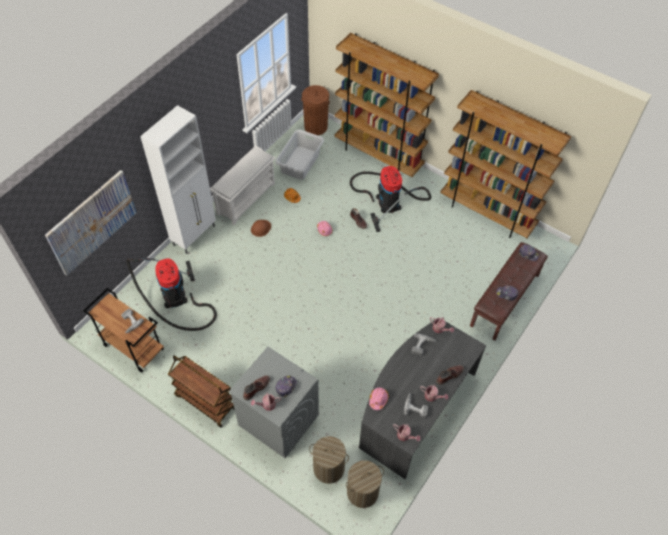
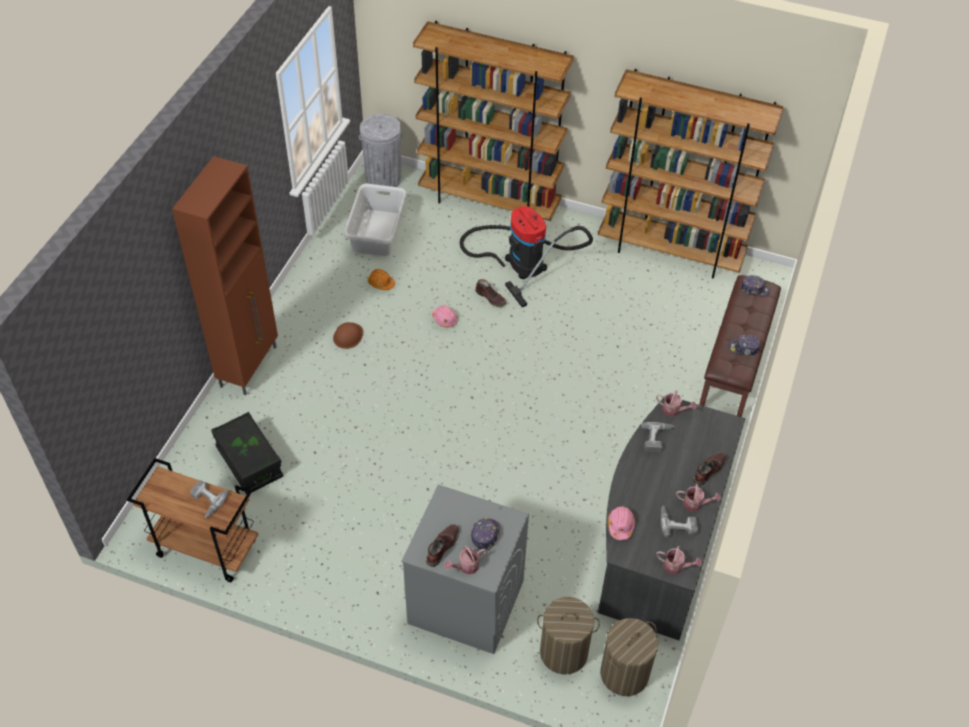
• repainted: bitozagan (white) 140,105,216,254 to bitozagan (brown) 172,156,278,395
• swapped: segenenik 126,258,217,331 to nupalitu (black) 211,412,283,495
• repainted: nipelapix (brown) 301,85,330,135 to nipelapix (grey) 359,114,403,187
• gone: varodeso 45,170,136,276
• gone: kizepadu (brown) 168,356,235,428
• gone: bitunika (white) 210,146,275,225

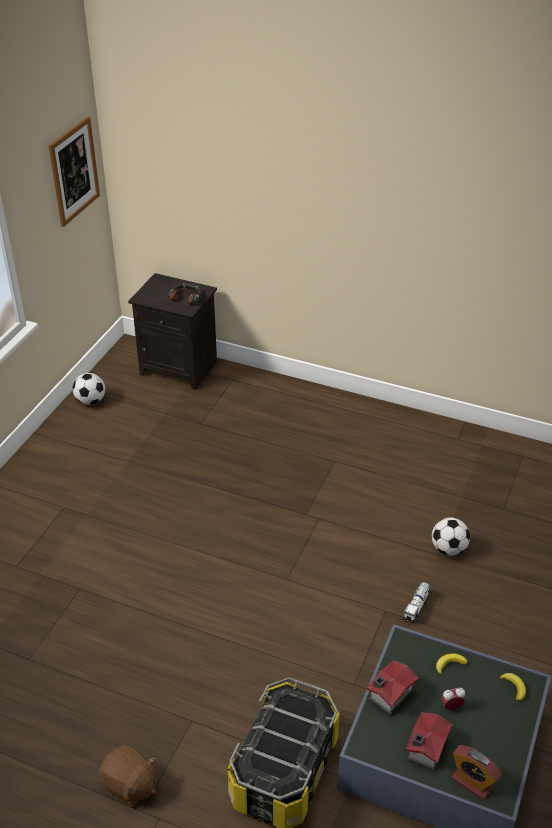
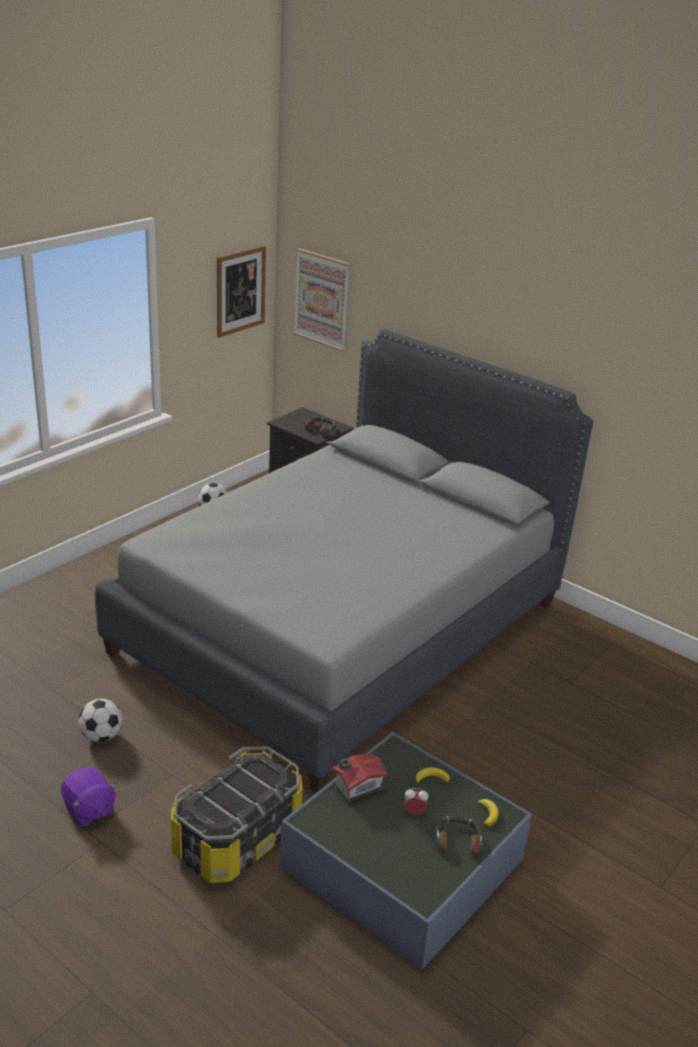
• repainted: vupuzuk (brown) 98,745,157,808 to vupuzuk (purple) 61,767,117,826
• shifted: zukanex 432,517,470,556 to 79,699,122,742
• new: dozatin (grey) 95,329,593,792
• new: varodeso 294,248,350,352
• new: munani 435,815,483,855
• gone: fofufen 404,581,430,623
• gone: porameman 406,712,453,770
• gone: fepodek 452,745,502,800

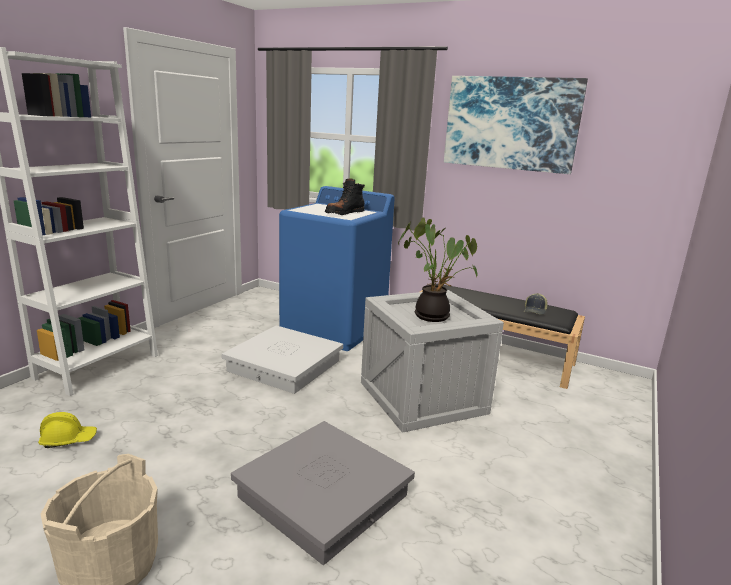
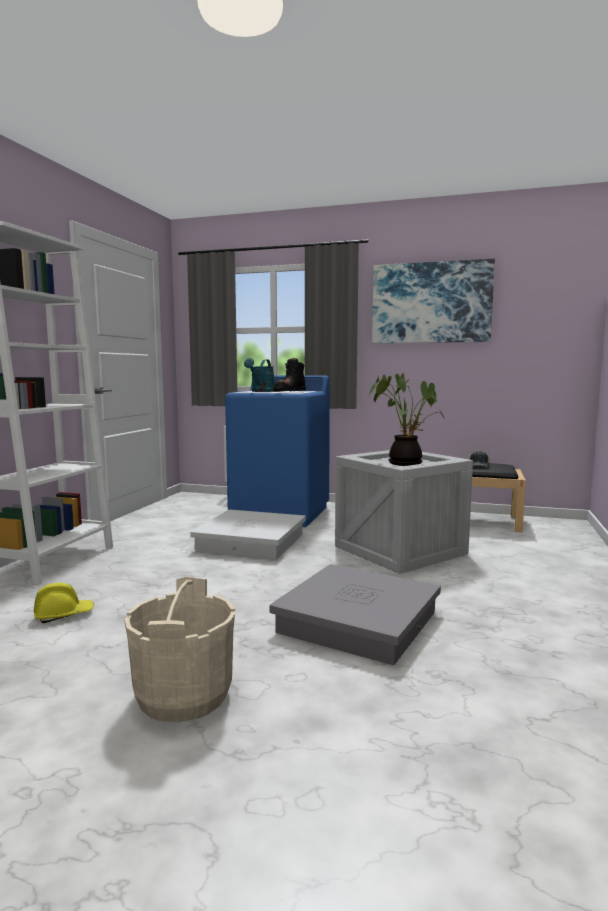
• new: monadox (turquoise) 244,358,275,392

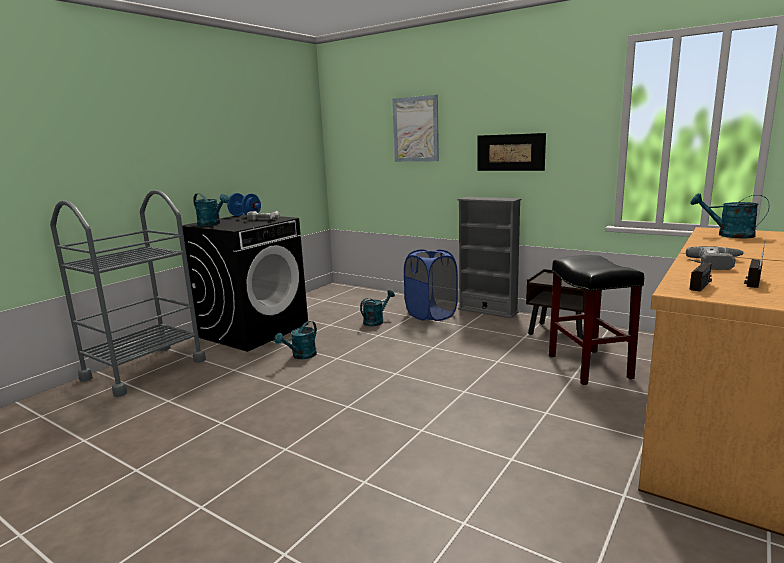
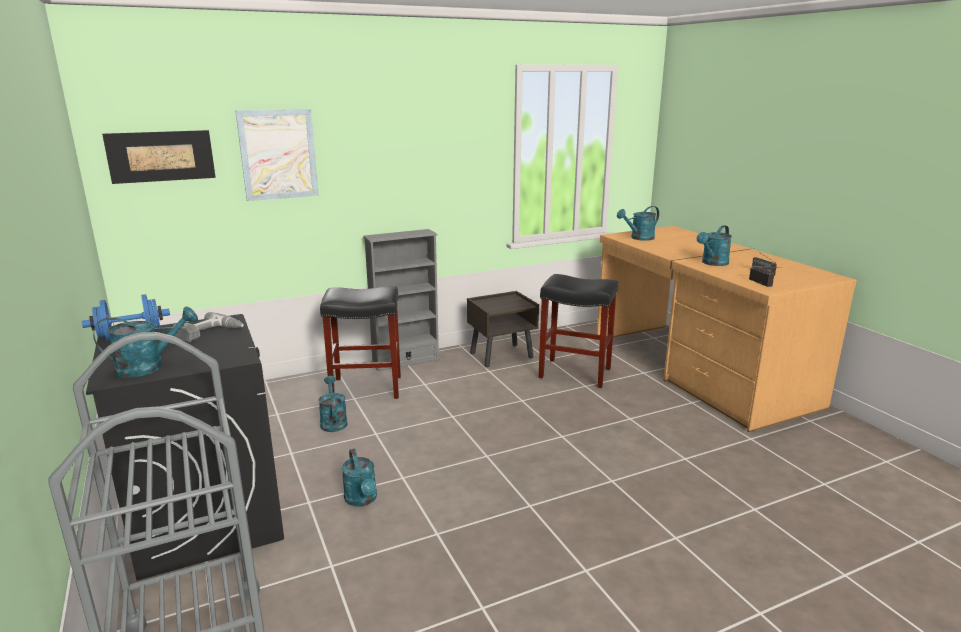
• shifted: varodeso 477,133,546,171 to 102,130,216,184
• swapped: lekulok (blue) 404,249,458,321 to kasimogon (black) 320,286,401,399
• swapped: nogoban 686,246,744,270 to monadox (turquoise) 697,225,732,266

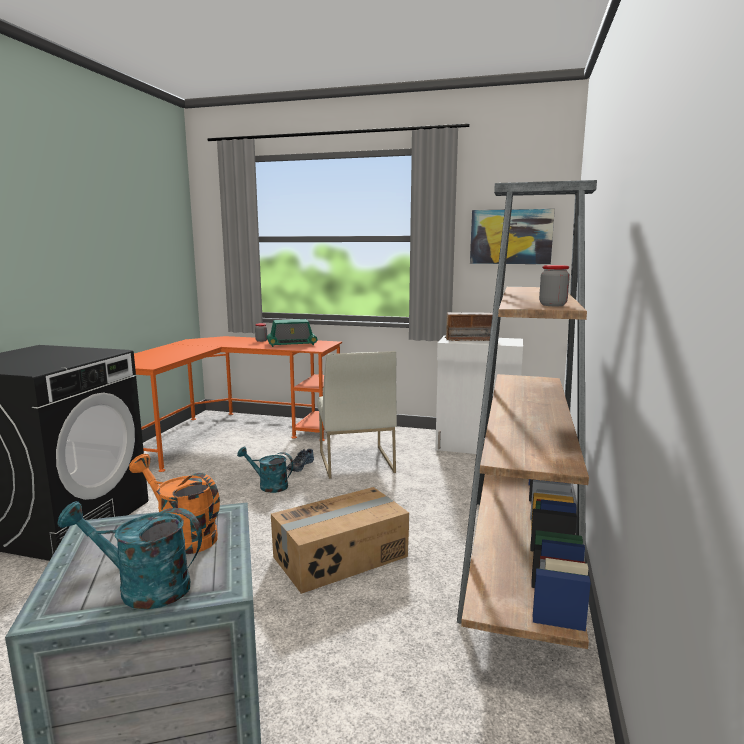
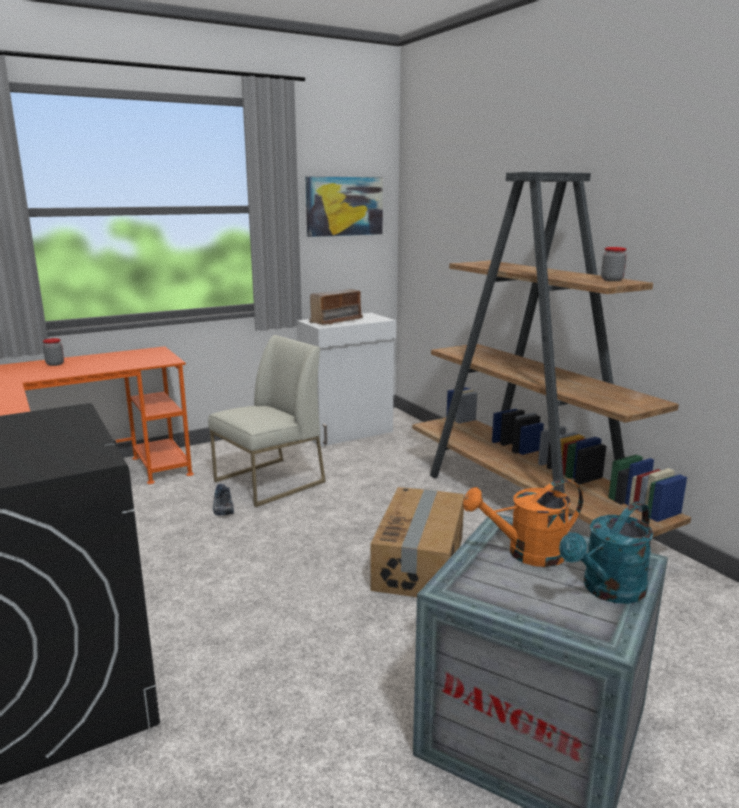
• rotated: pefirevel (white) 317,351,397,479 = 208,335,326,507 75 degrees counterclockwise
• gone: monadox (turquoise) 237,447,293,493
• gone: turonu 267,319,317,347

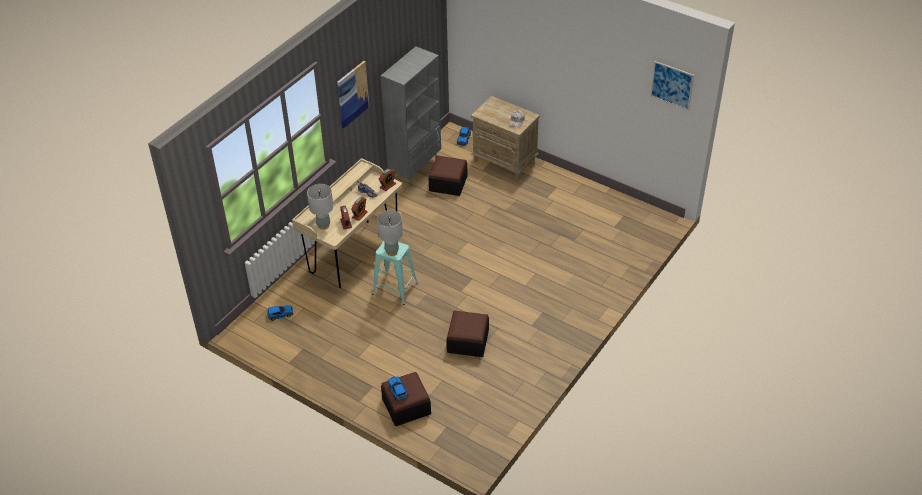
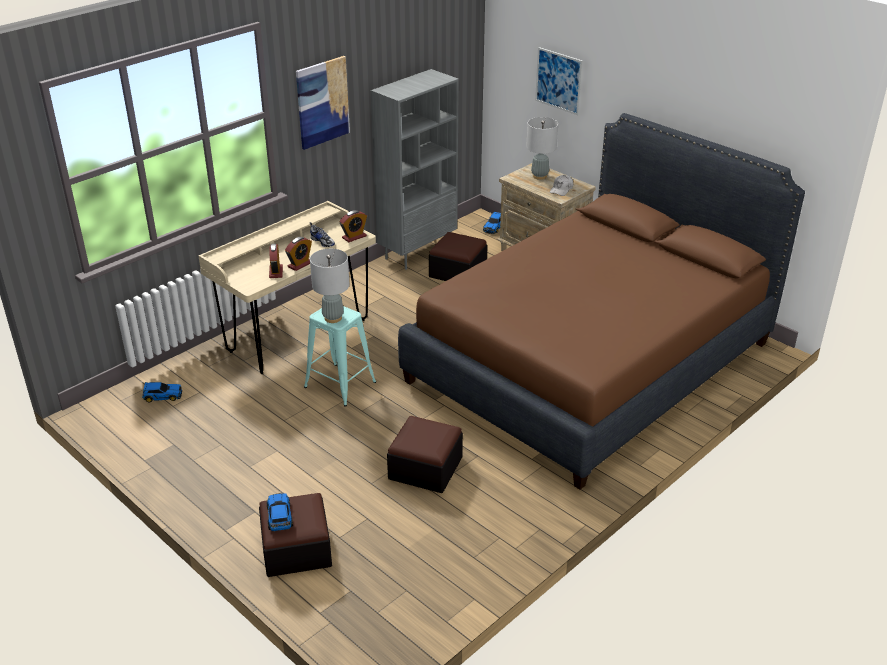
• new: dozatin (brown) 398,113,805,490
• shifted: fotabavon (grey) 307,184,333,230 to 526,117,558,180
• shifted: varodeso 650,61,694,110 to 535,47,583,115

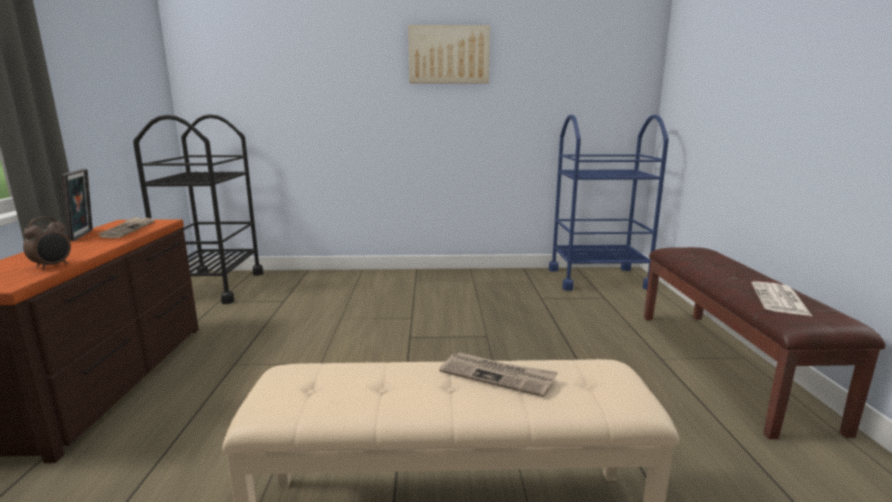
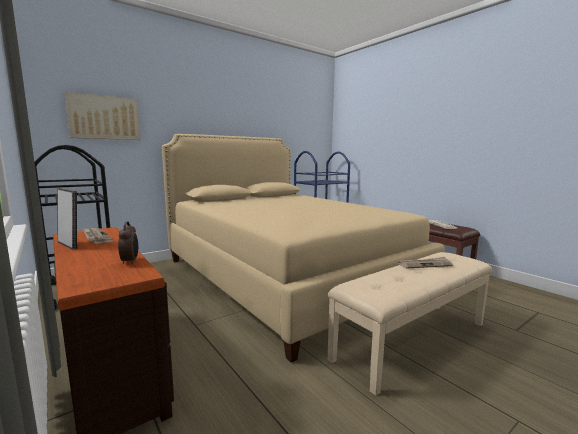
• shifted: varodeso 408,25,490,83 to 65,92,140,140
• new: dozatin (beige) 162,134,445,363

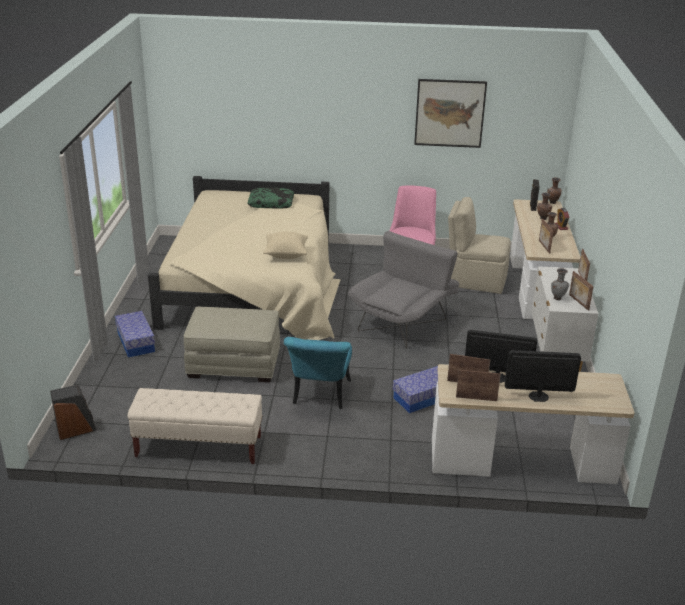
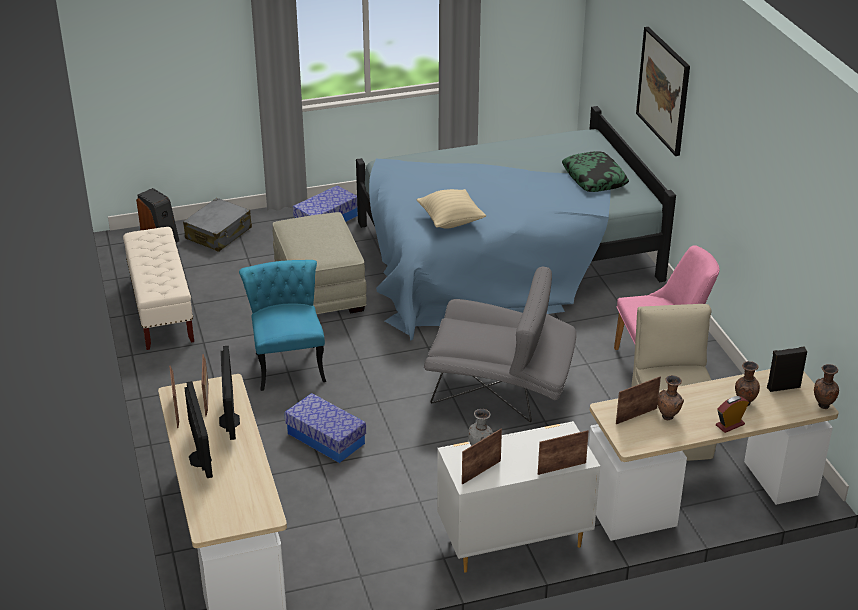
• new: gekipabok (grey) 183,198,252,252
• rotated: pefirevel (turquoise) 284,337,352,409 = 239,260,326,391 90 degrees clockwise
• repainted: dozatin (beige) 148,176,341,340 to dozatin (blue) 356,106,676,341
• shifted: varodeso 414,79,487,148 to 636,27,690,156

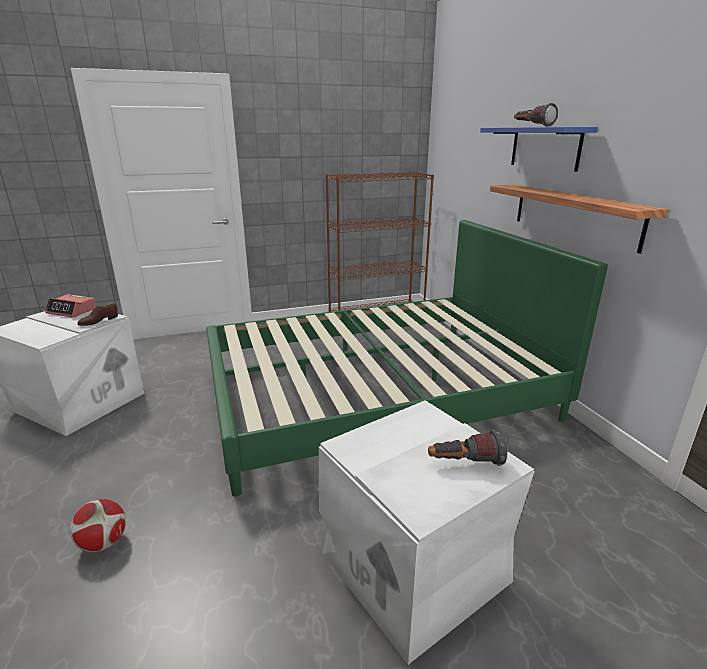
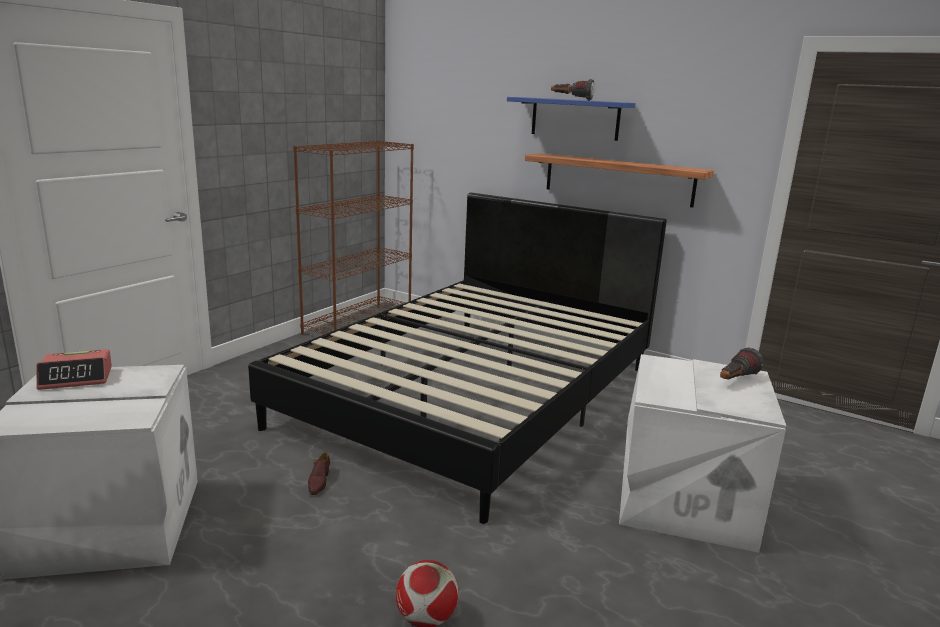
• repainted: dozatin (green) 206,220,608,497 to dozatin (black) 248,193,667,524
• shifted: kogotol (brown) 77,303,118,326 to 308,452,330,495

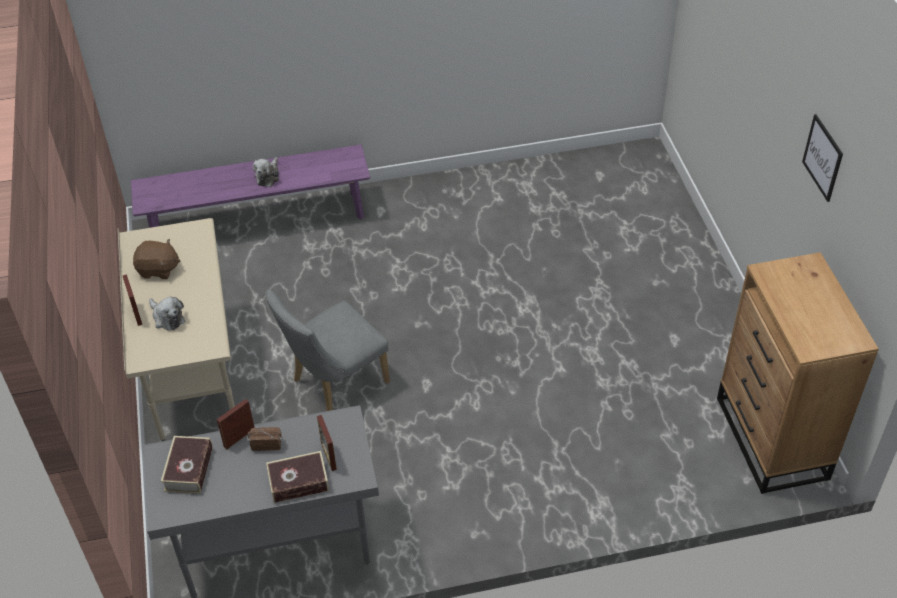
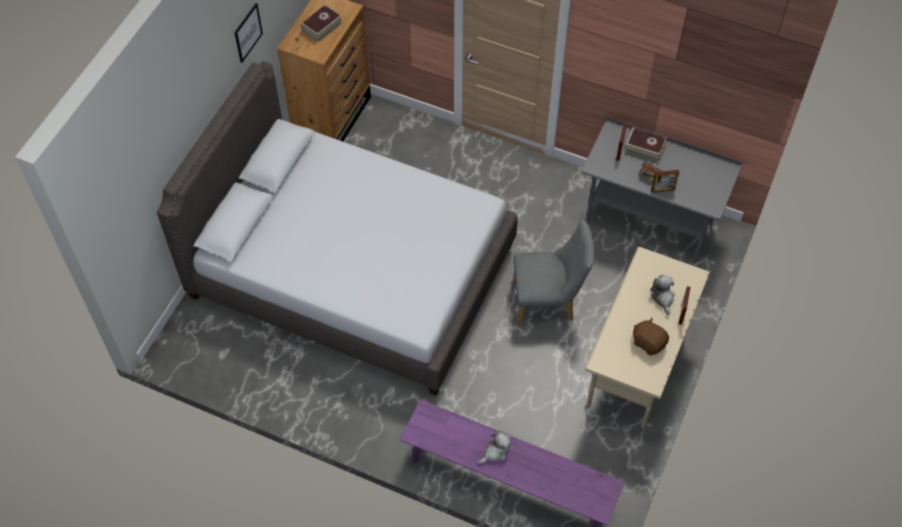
• new: dozatin (grey) 157,61,518,396
• shifted: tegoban 161,436,213,494 to 301,4,343,42

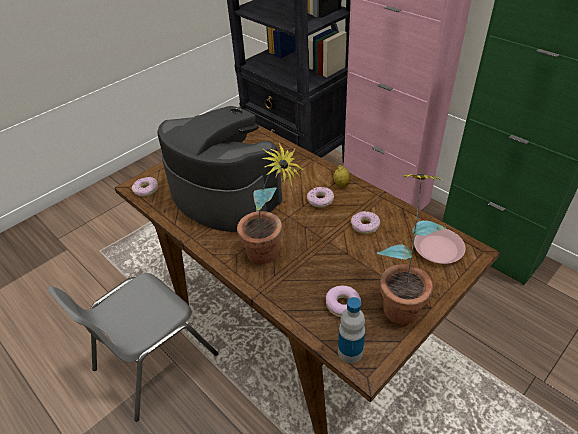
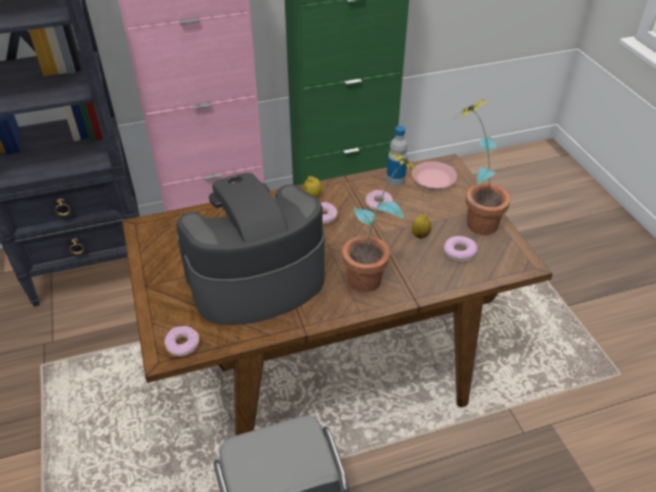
• shifted: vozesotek 338,297,365,364 to 386,126,408,187
• new: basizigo 412,213,432,239

